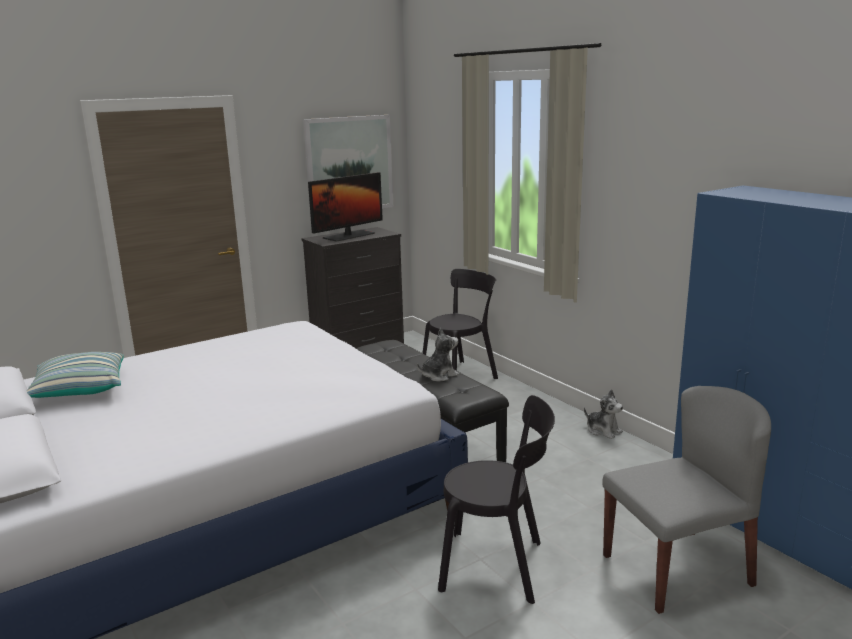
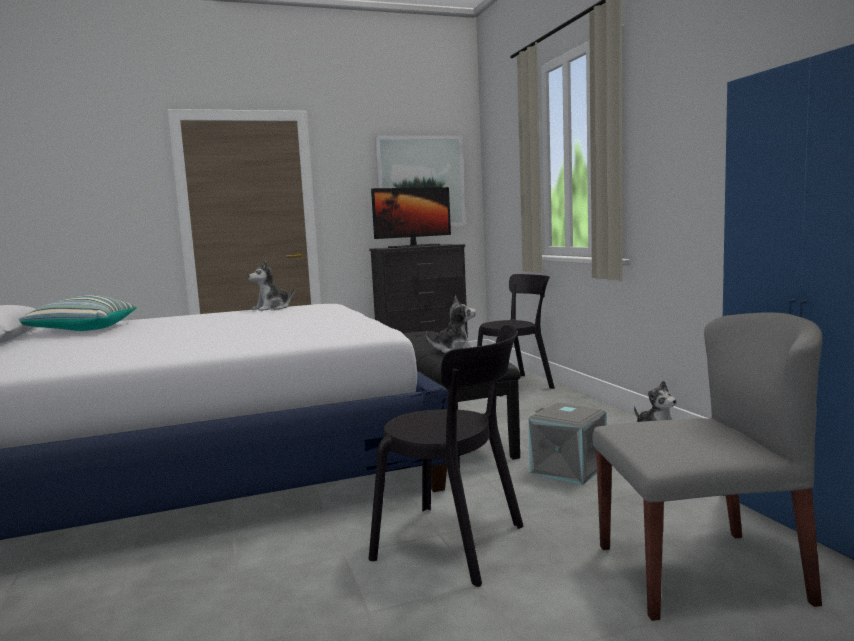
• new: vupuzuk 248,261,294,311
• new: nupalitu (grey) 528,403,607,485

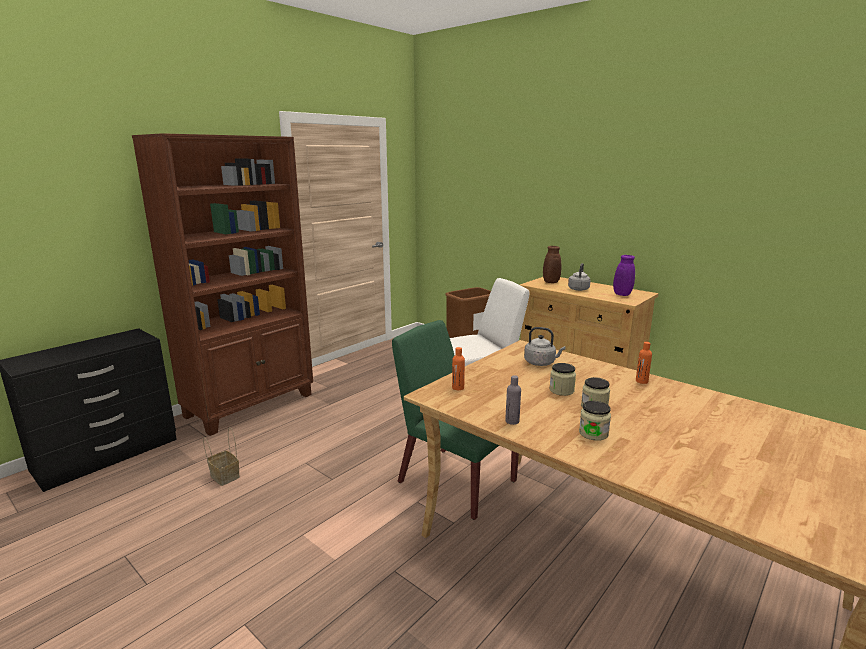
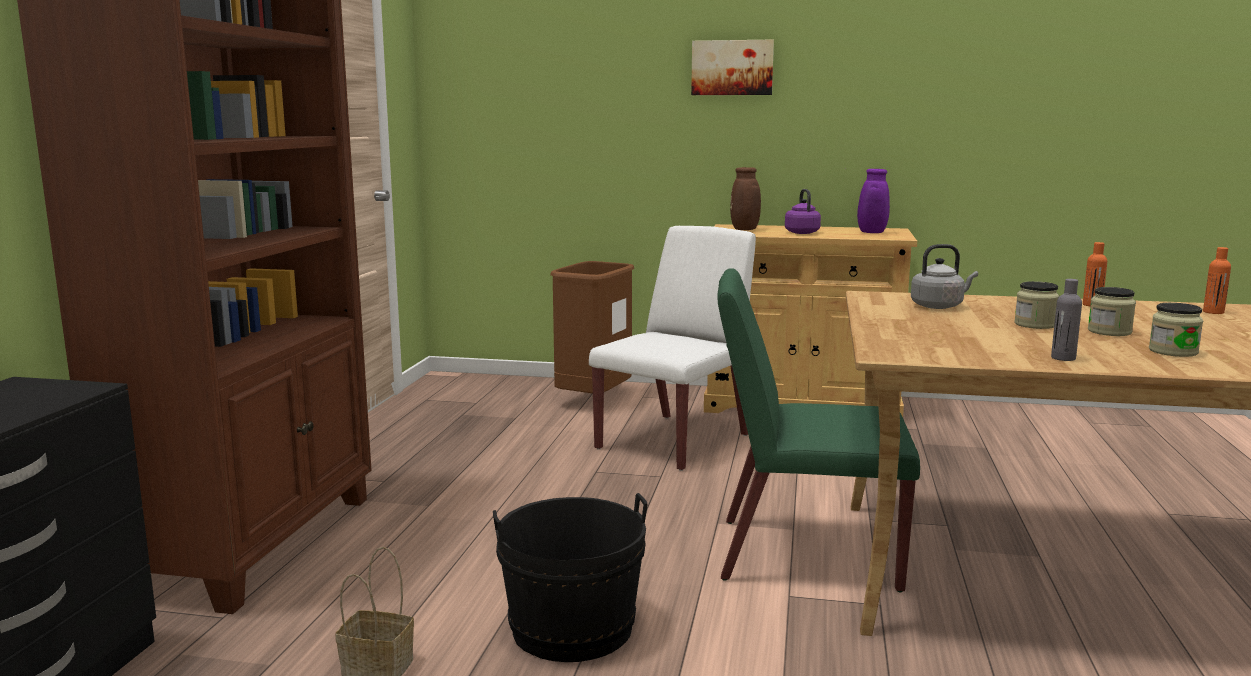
• new: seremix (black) 493,493,647,662
• new: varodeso 691,40,774,95
• repainted: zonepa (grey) 568,263,591,291 to zonepa (purple) 785,189,821,234
• shifted: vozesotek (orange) 452,347,465,390 to 1203,247,1231,314

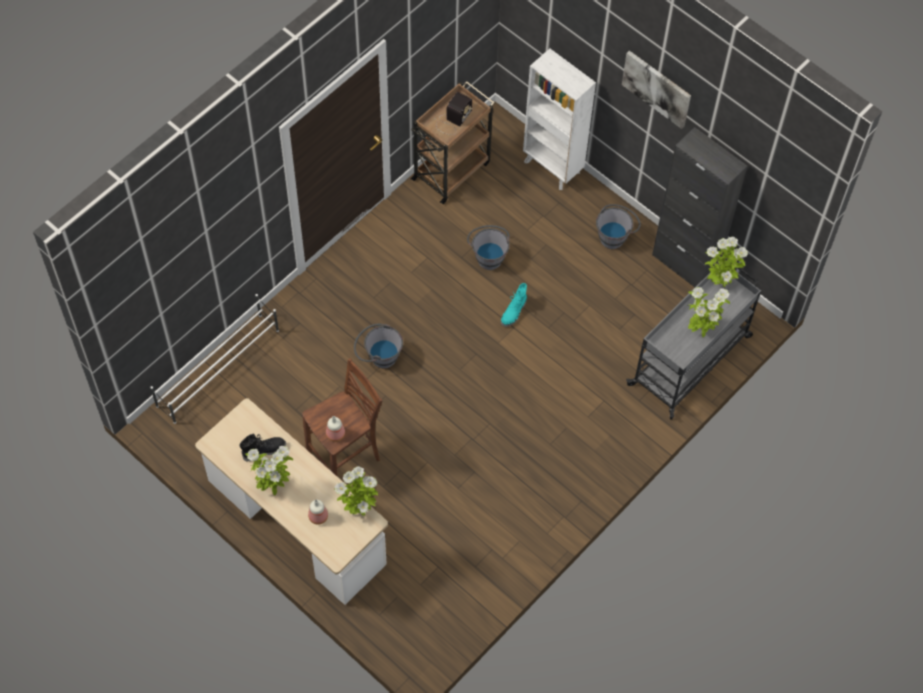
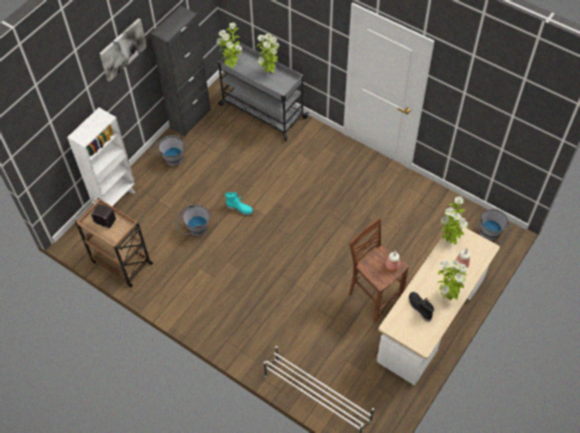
• shifted: seremix (grey) 354,324,403,368 to 478,209,511,244

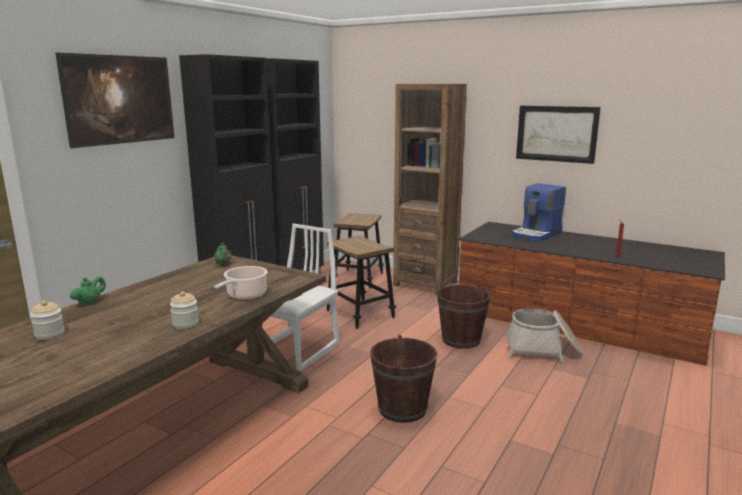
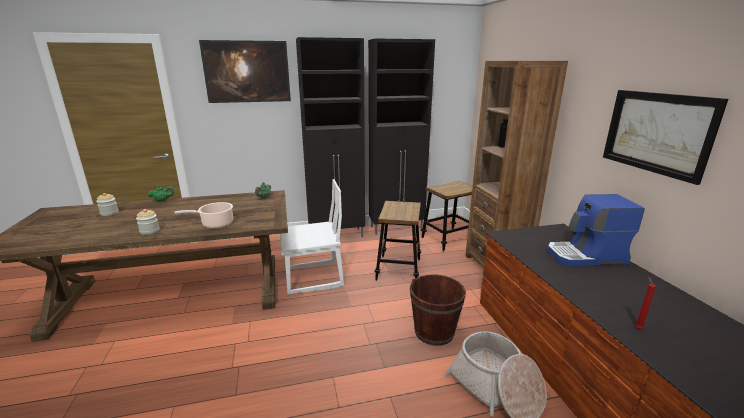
• gone: seremix (brown) 370,335,438,423

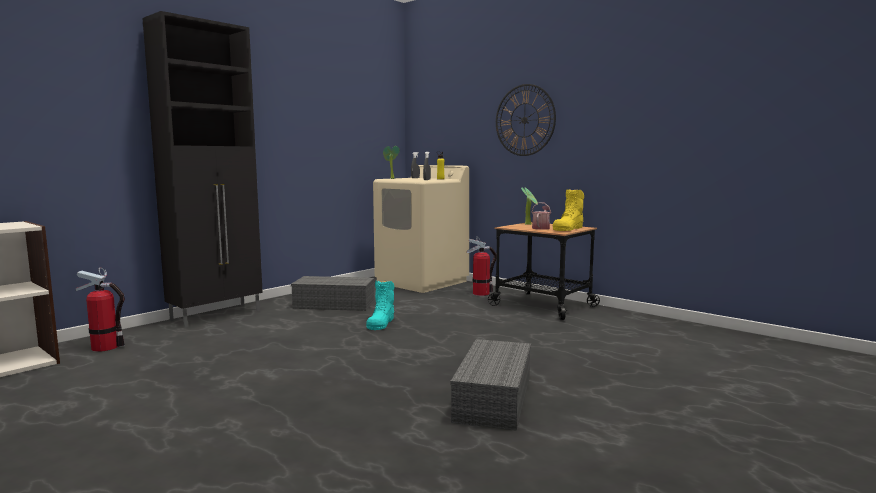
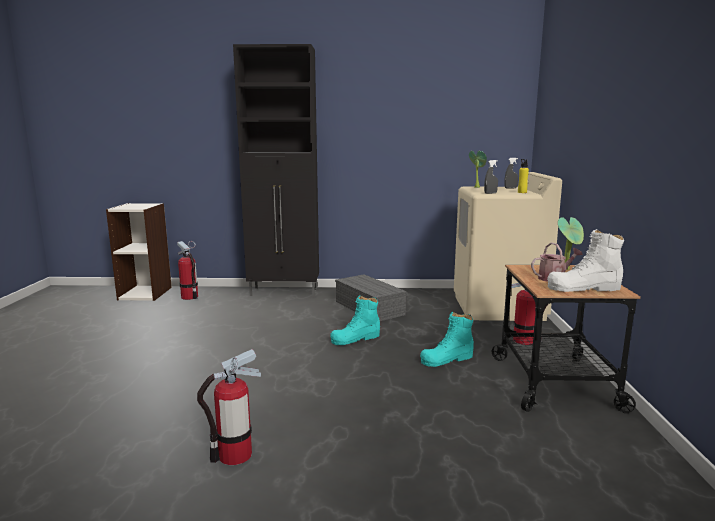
• swapped: nupalitu (grey) 451,339,531,431 to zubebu 197,349,261,465
• new: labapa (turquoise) 420,312,474,367
• repainted: labapa (yellow) 553,189,584,231 to labapa (white) 547,230,624,292
• gone: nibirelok 496,84,556,156

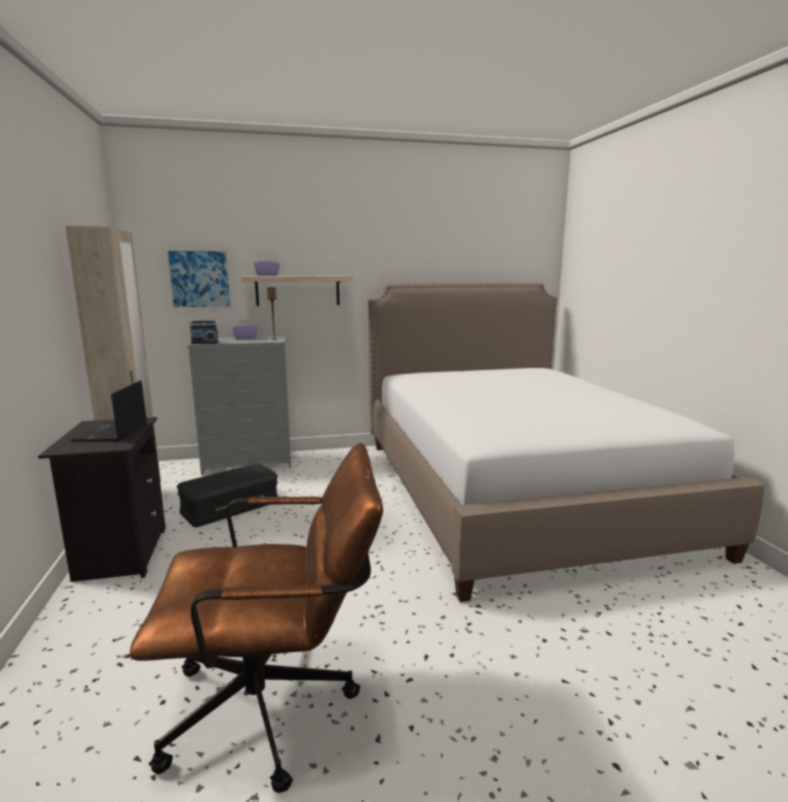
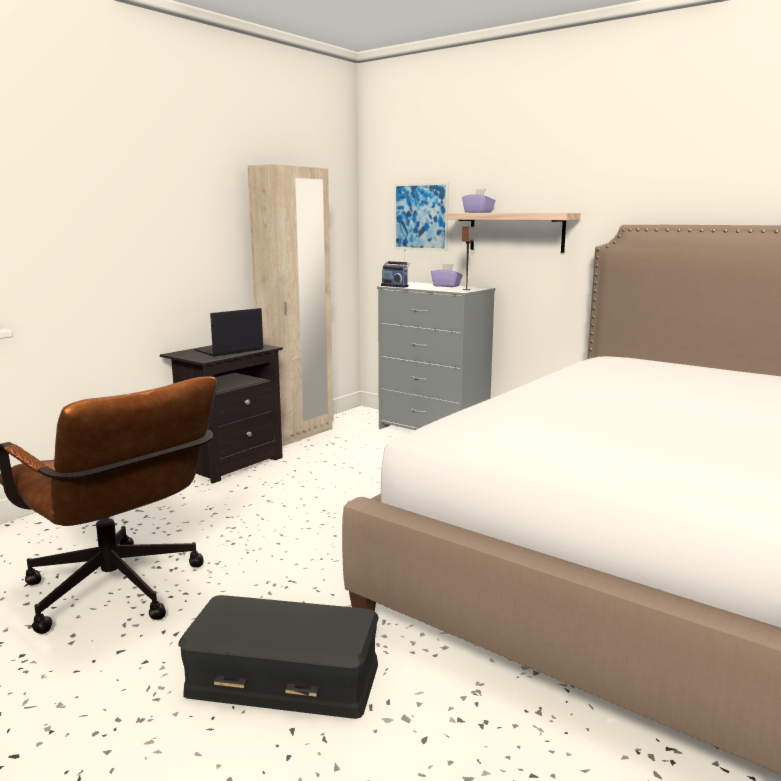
• shifted: nupalitu (black) 177,463,278,527 to 178,595,379,719

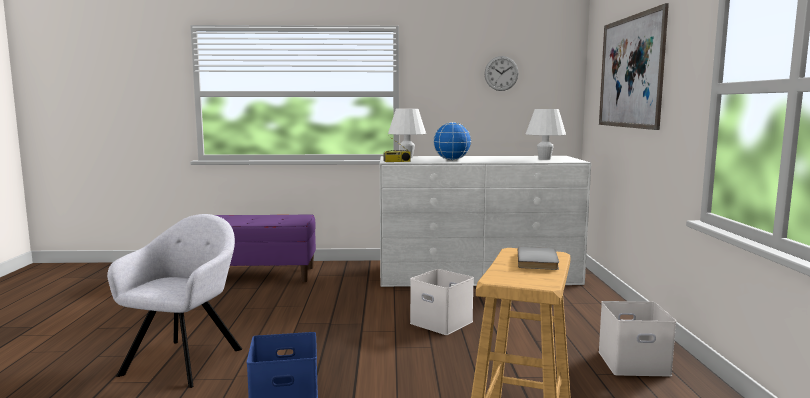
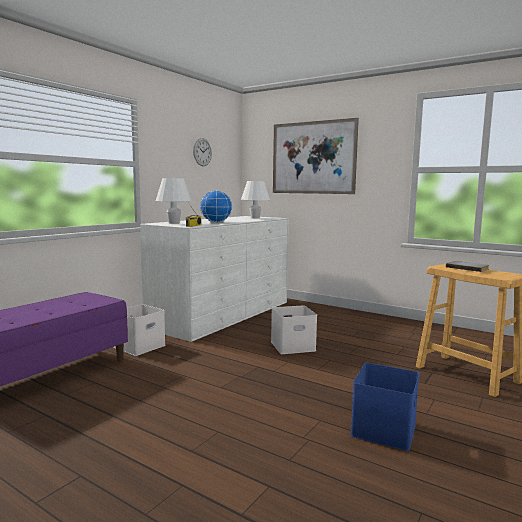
• shifted: nupalitu (white) 598,301,676,377 to 114,304,166,356
• gone: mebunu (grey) 107,214,242,388

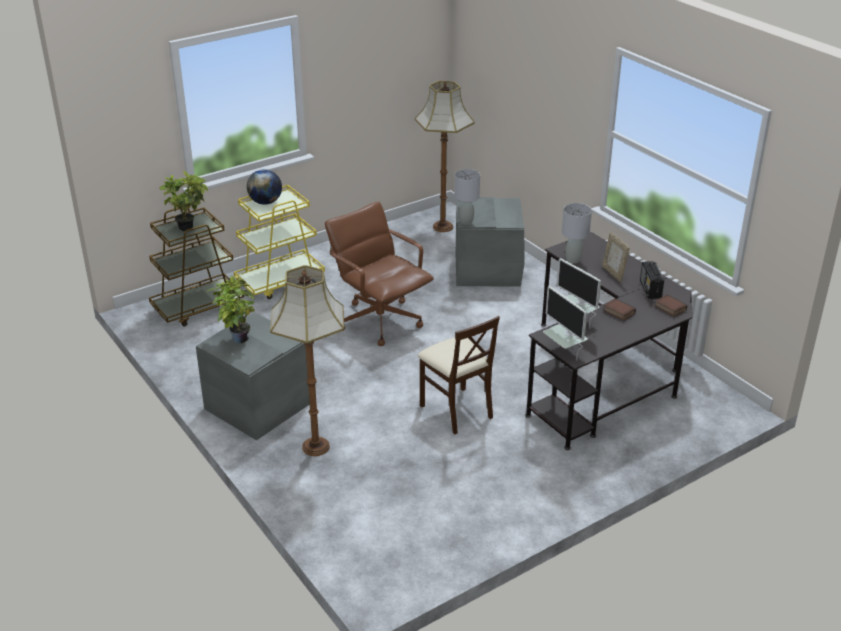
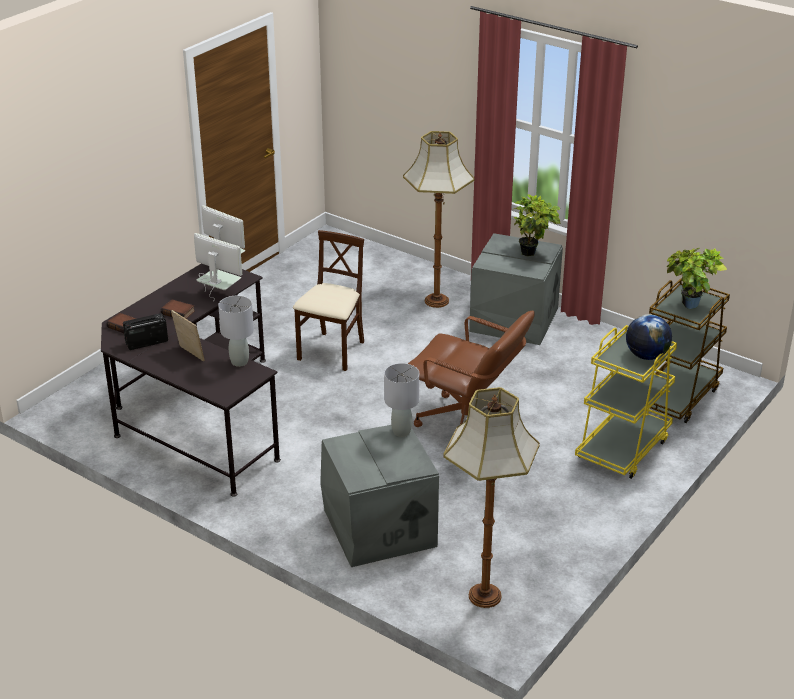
• rotated: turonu 640,261,664,299 = 123,313,168,350 90 degrees counterclockwise
• rotated: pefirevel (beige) 418,316,500,434 = 293,230,364,371 75 degrees clockwise

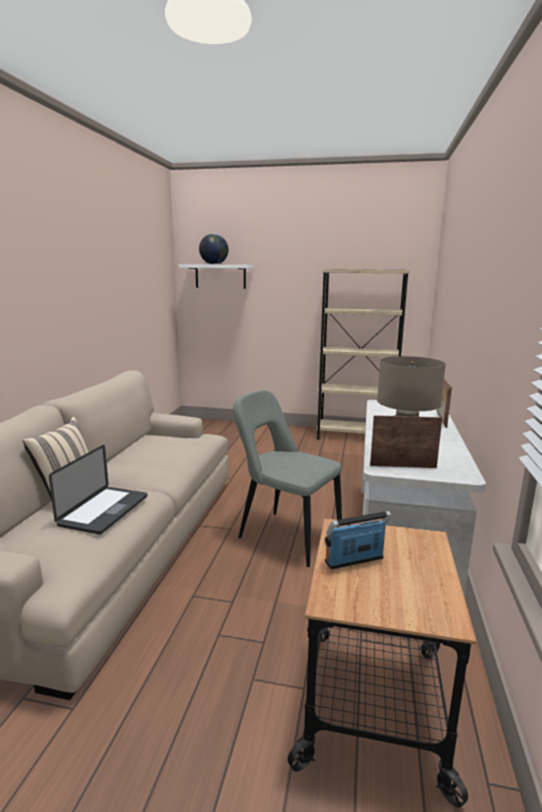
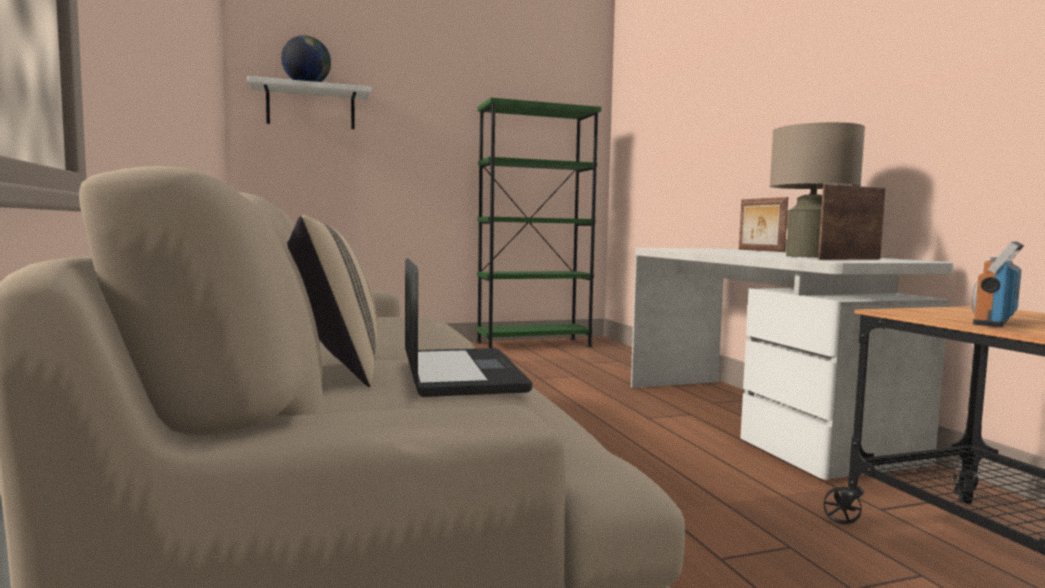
• repainted: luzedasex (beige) 316,269,410,440 to luzedasex (green) 476,98,601,348
• gone: pefirevel (grey) 233,390,342,567

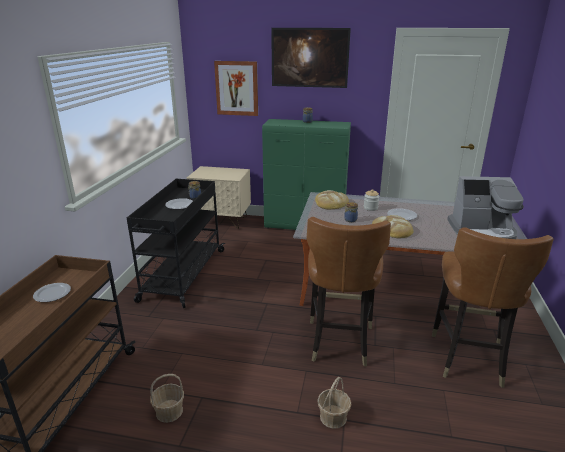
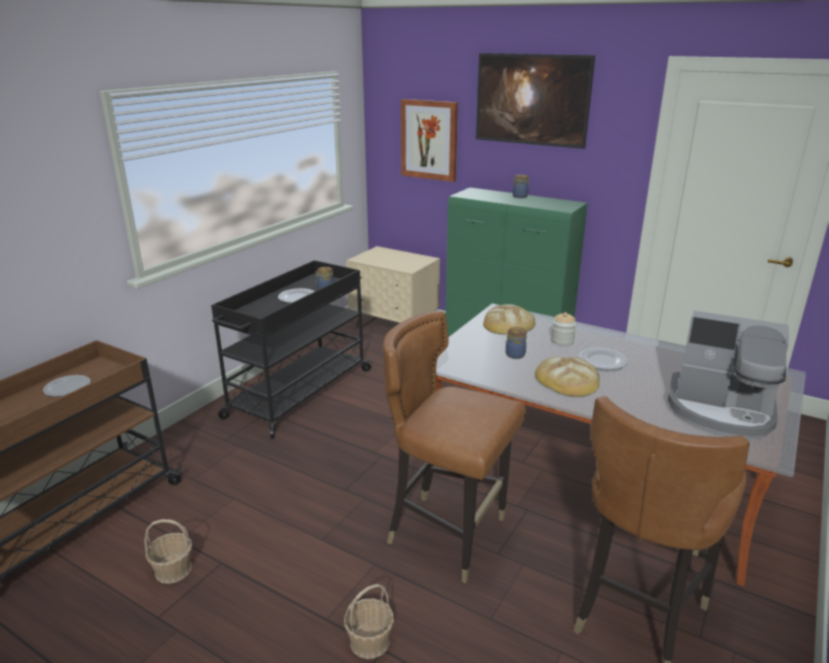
• rotated: pefirevel (brown) 307,217,391,367 = 383,310,526,583 90 degrees clockwise

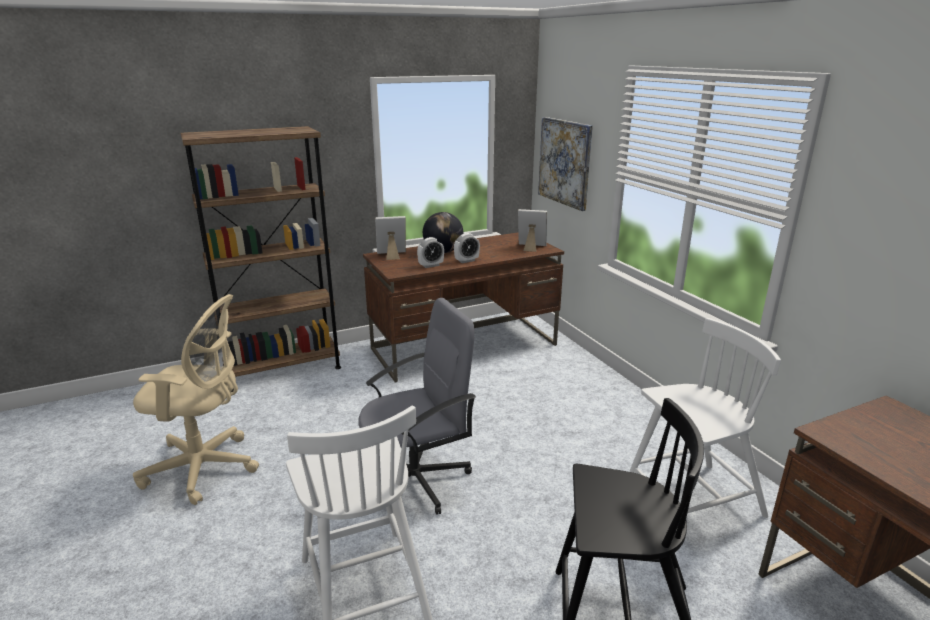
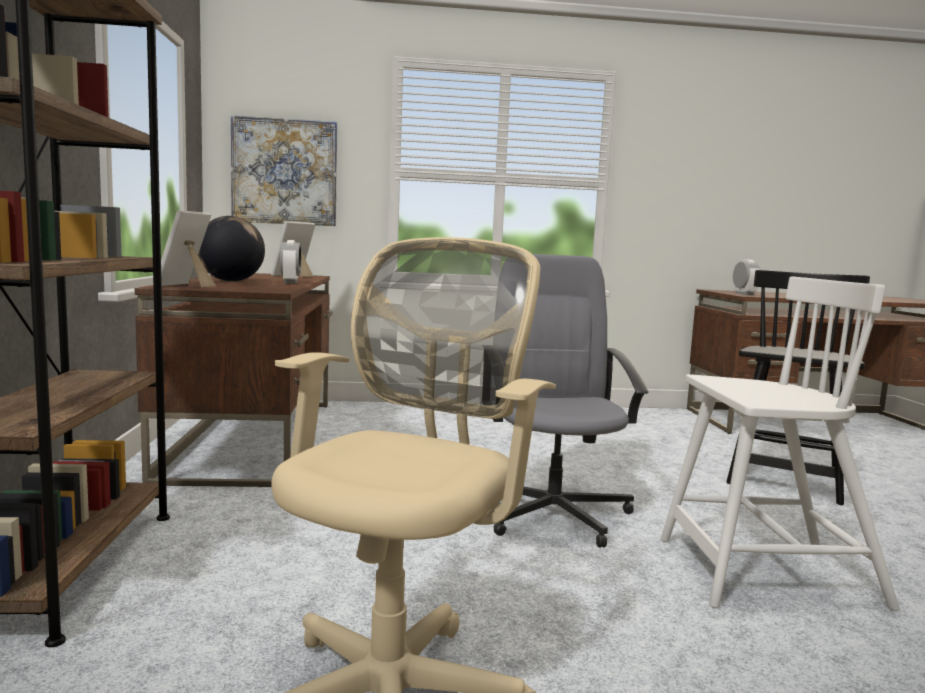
• shifted: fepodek 417,237,444,268 to 733,260,760,295
• gone: pefirevel (white) 629,318,781,518

